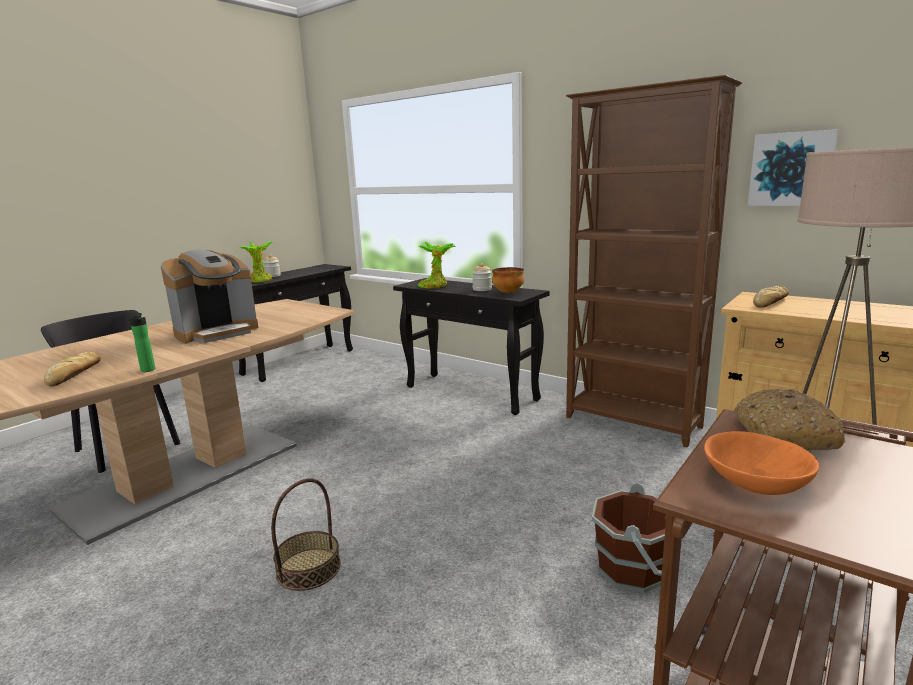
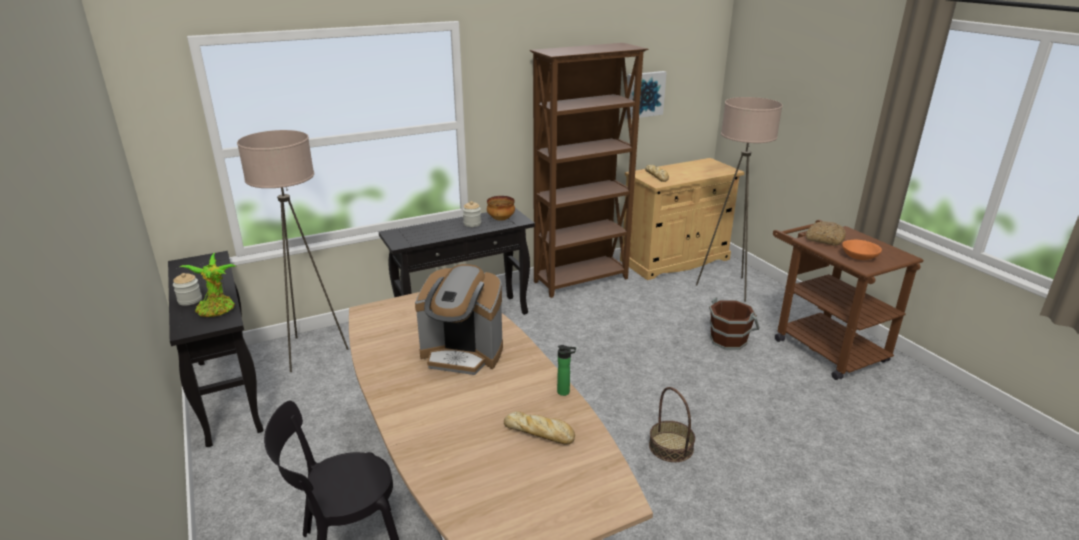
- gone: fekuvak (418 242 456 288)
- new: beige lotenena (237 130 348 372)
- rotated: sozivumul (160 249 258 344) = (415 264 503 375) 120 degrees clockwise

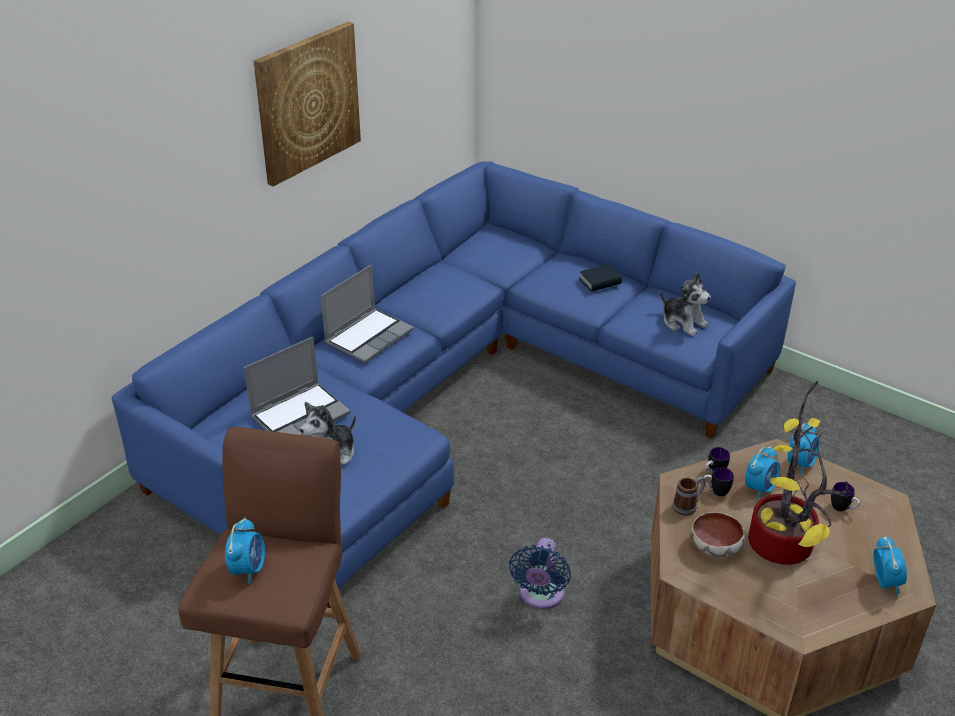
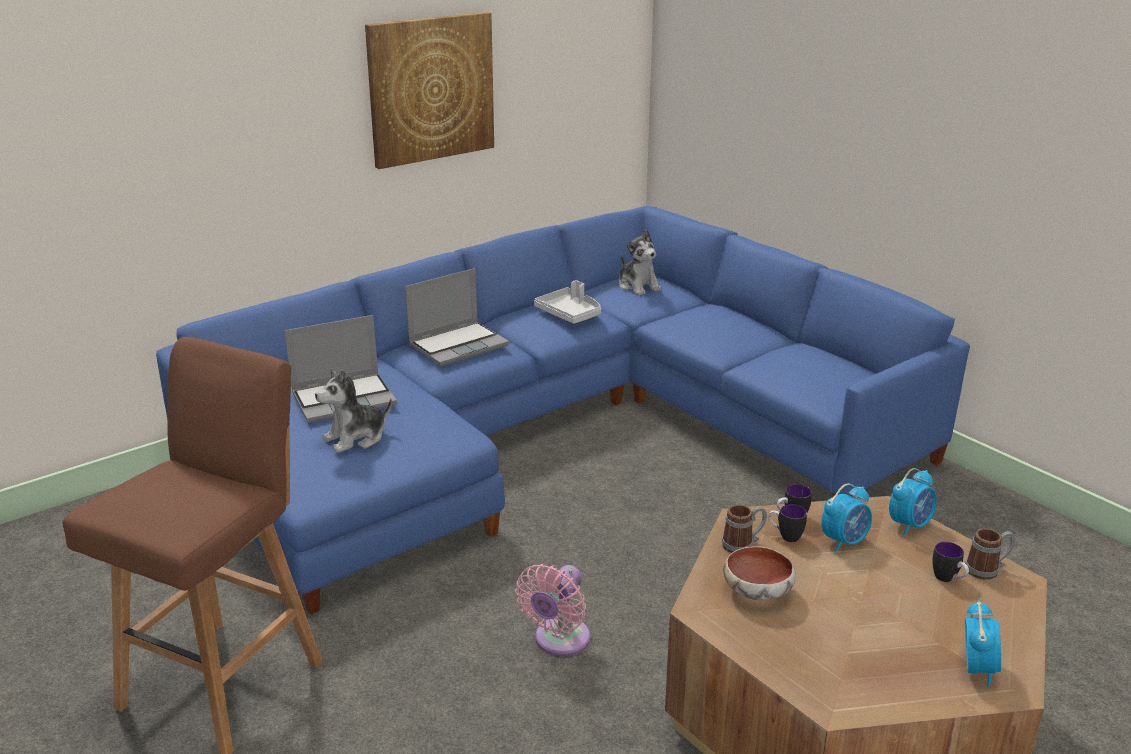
- gone: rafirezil (225 517 265 584)
- gone: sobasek (579 264 622 292)
- gone: fekuvak (748 381 849 565)
- new: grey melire (534 280 601 324)
- new: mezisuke (965 528 1016 580)
- shifted: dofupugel (660 273 711 336) to (619 230 661 295)
- repainted: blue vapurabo (509 538 571 609) to pink vapurabo (515 564 591 656)

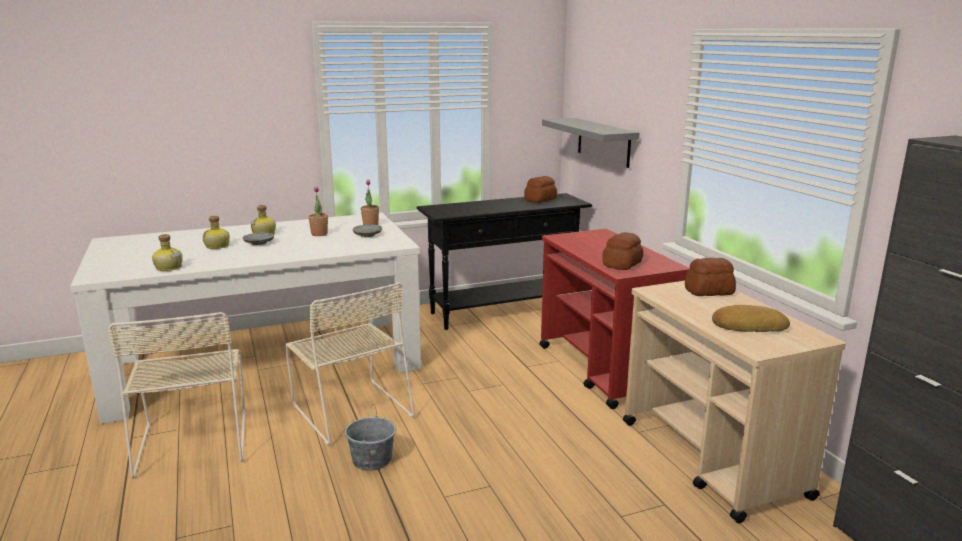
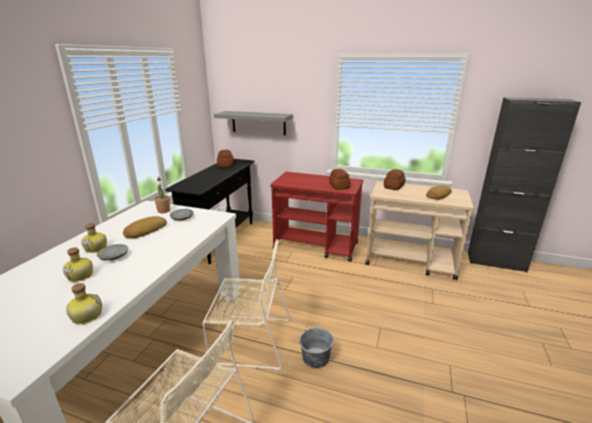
- swapped: fekuvak (308 186 328 236) to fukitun (123 216 167 238)

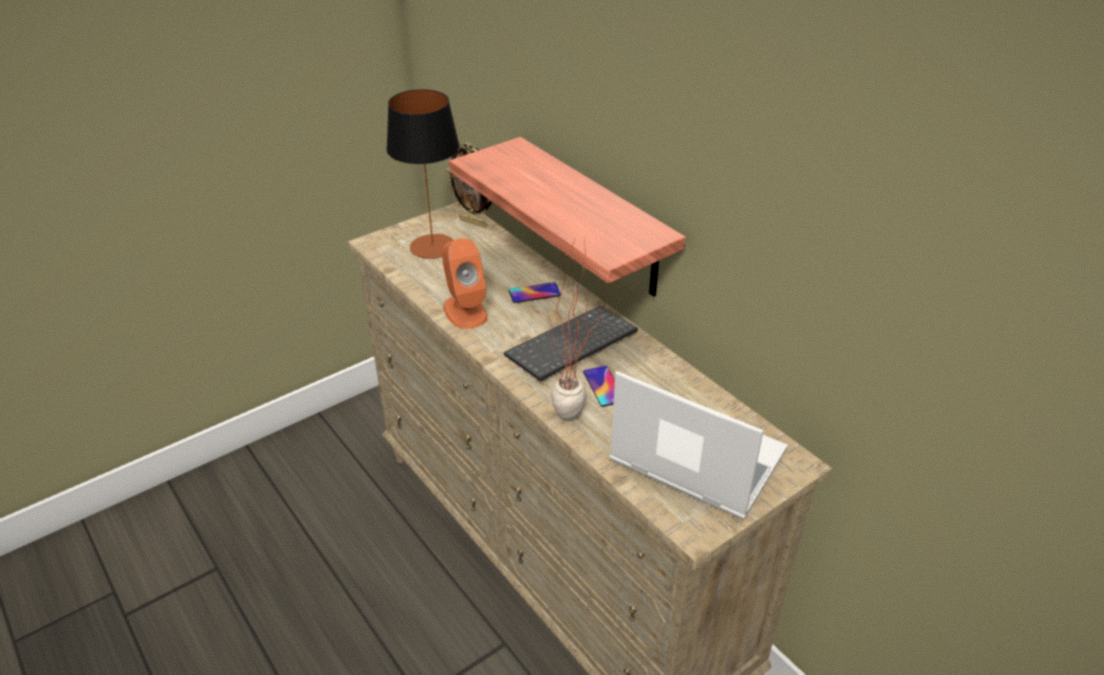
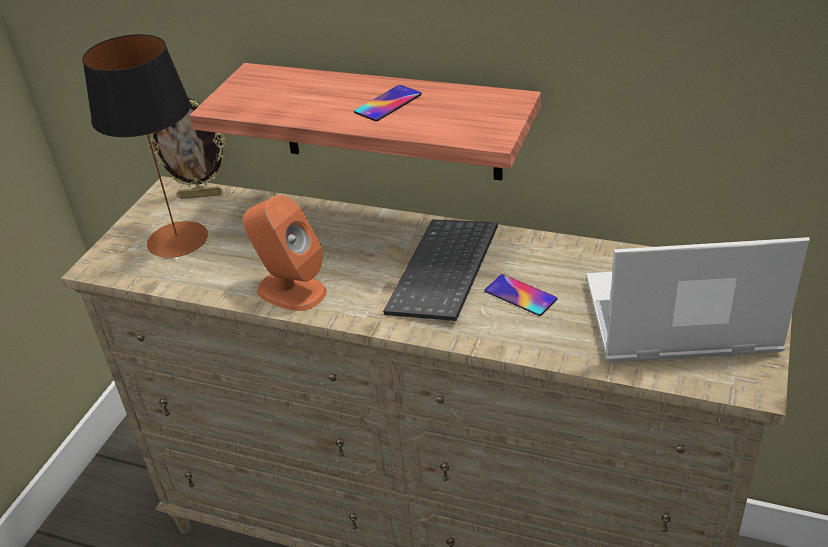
- gone: fekuvak (548 239 614 421)
- shifted: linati (509 282 561 303) to (354 85 422 121)

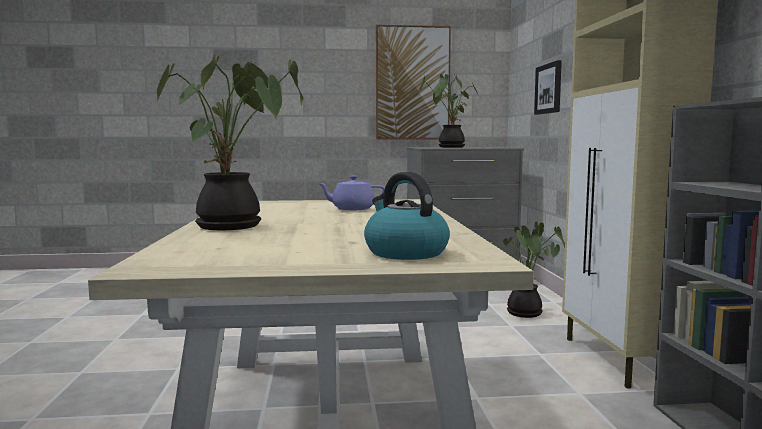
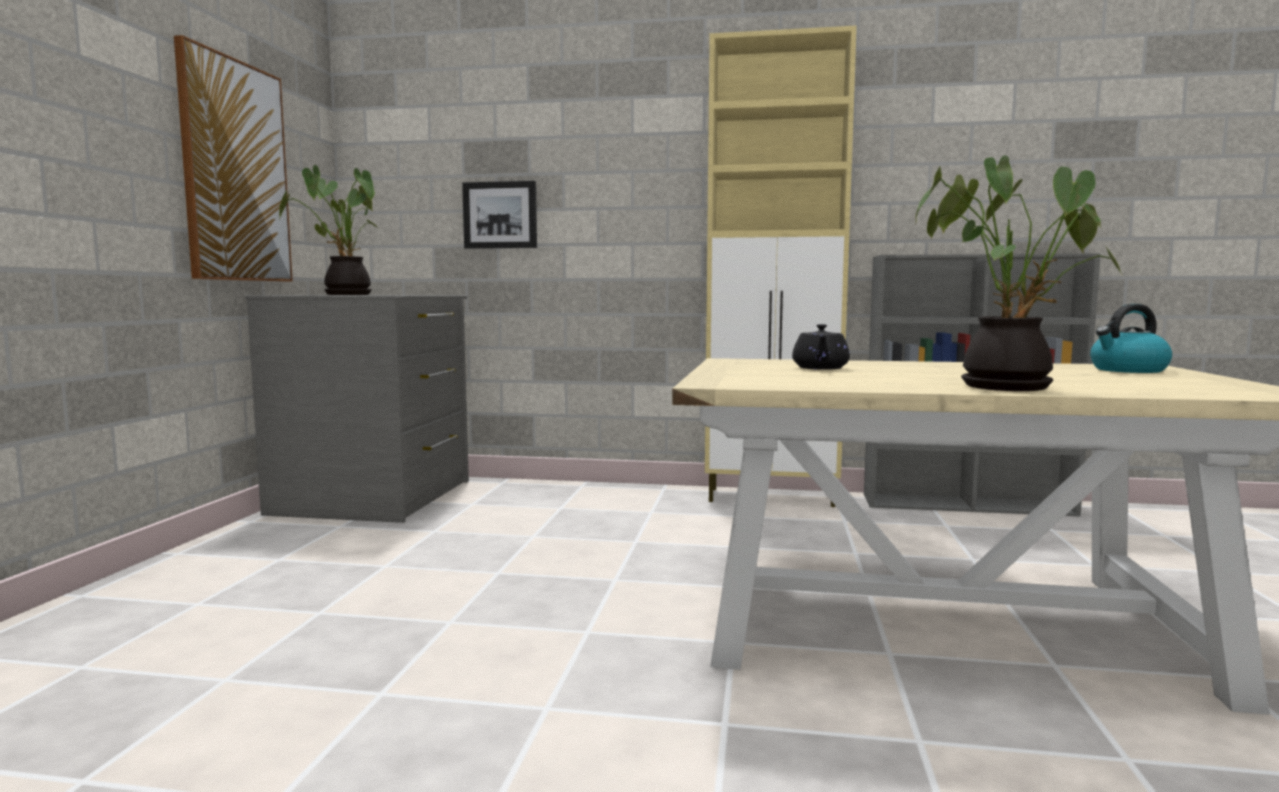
- gone: fekuvak (485 222 565 318)
- repainted: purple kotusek (317 176 385 210) to black kotusek (792 324 850 370)

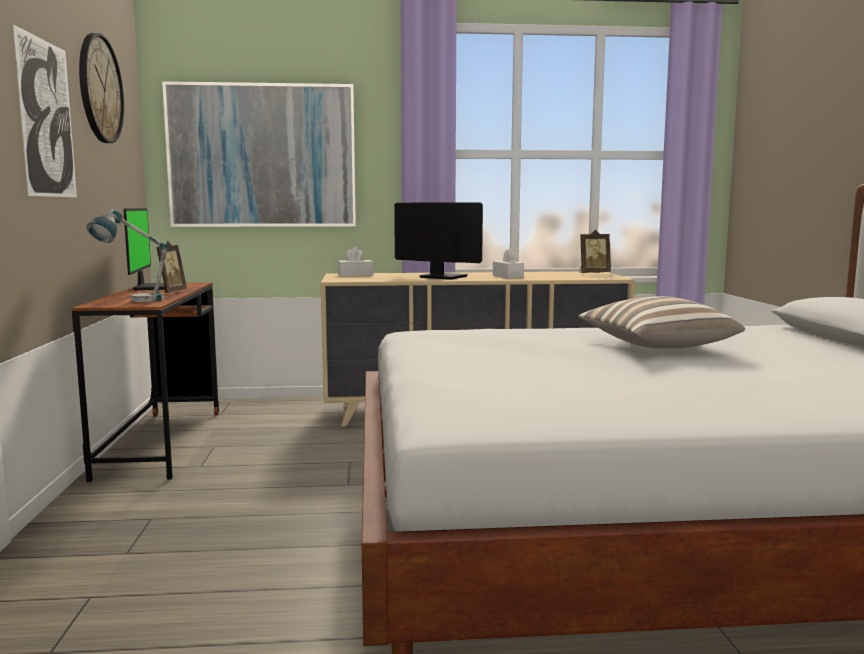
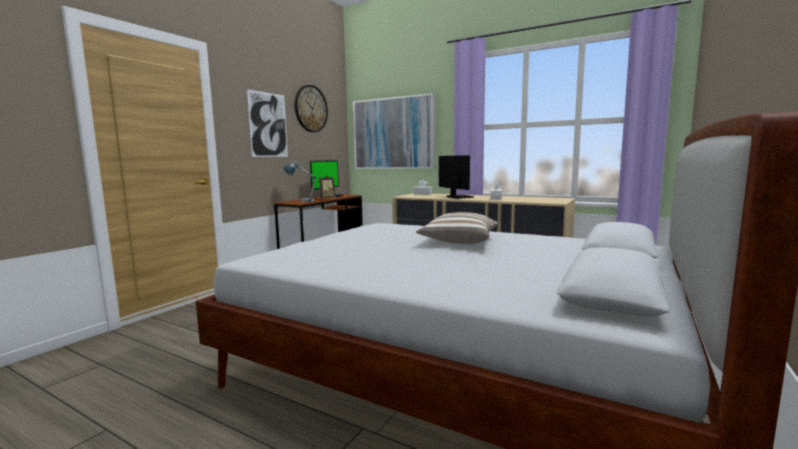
- gone: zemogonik (580 230 611 273)

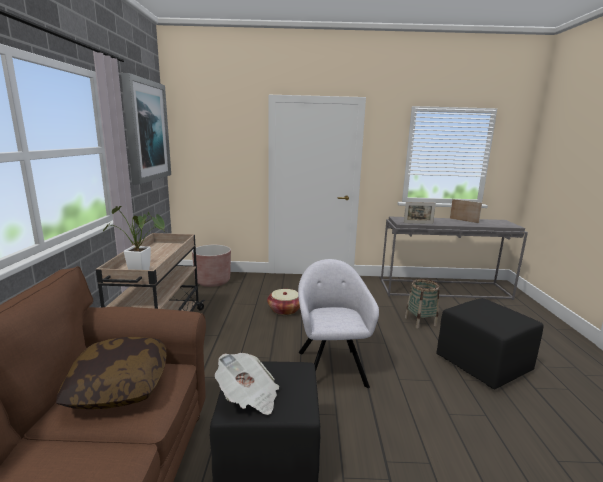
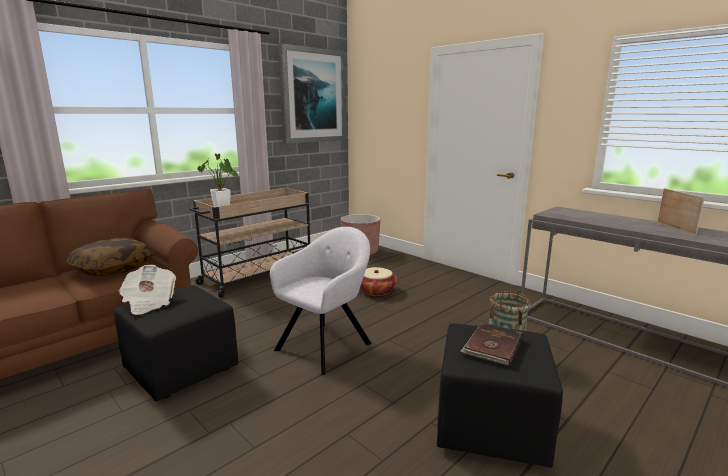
- gone: zemogonik (404 202 436 224)
- new: brown sobasek (460 323 523 367)

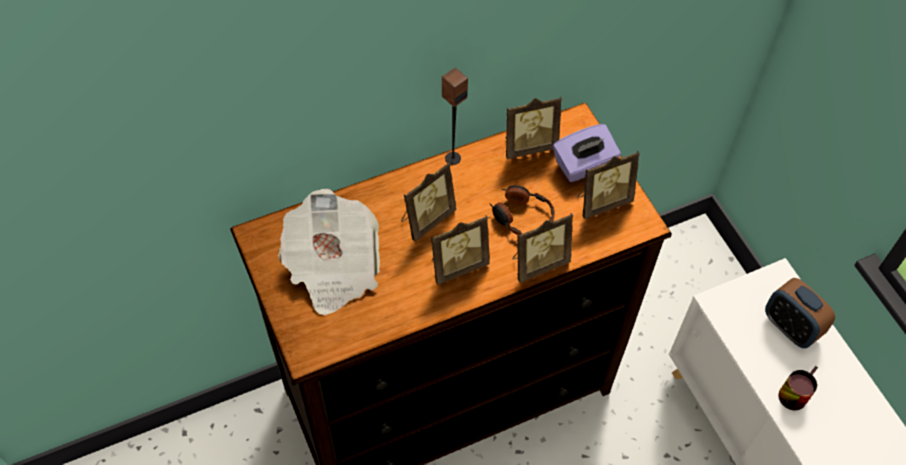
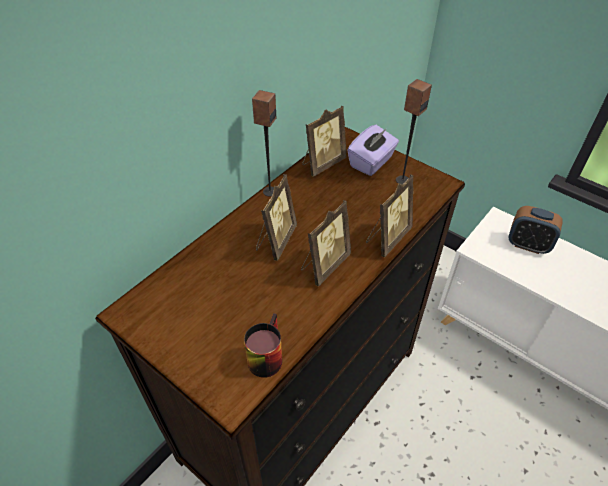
- gone: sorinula (278 189 380 315)
- gone: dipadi (489 185 555 235)
- shifted: mezisuke (778 366 818 410) to (244 313 282 378)
- swapped: zemogonik (578 151 640 219) to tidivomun (396 79 432 184)

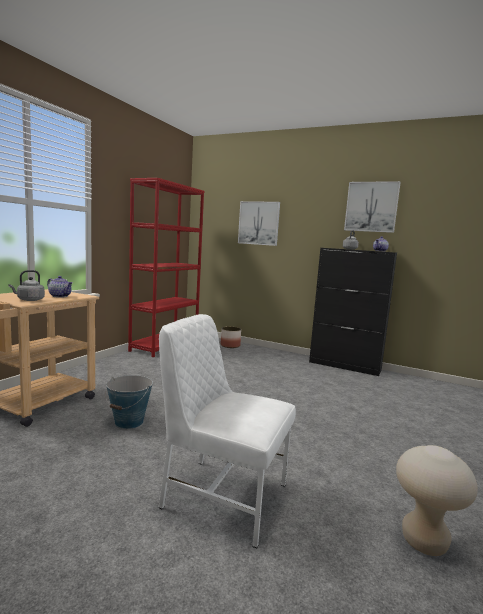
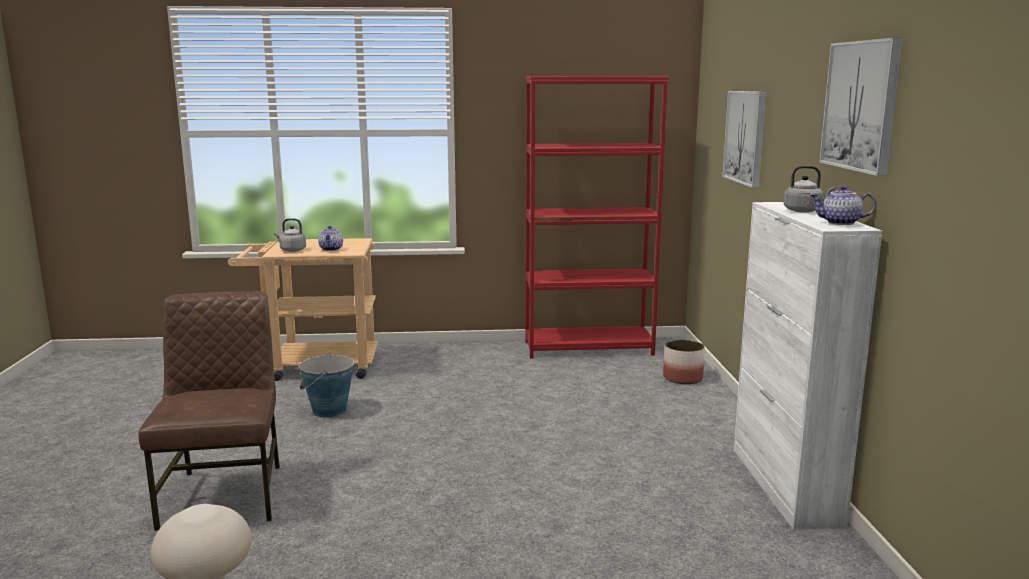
- repainted: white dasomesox (158 314 296 548) to brown dasomesox (138 291 280 531)
- repainted: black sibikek (309 248 397 376) to white sibikek (734 202 883 530)

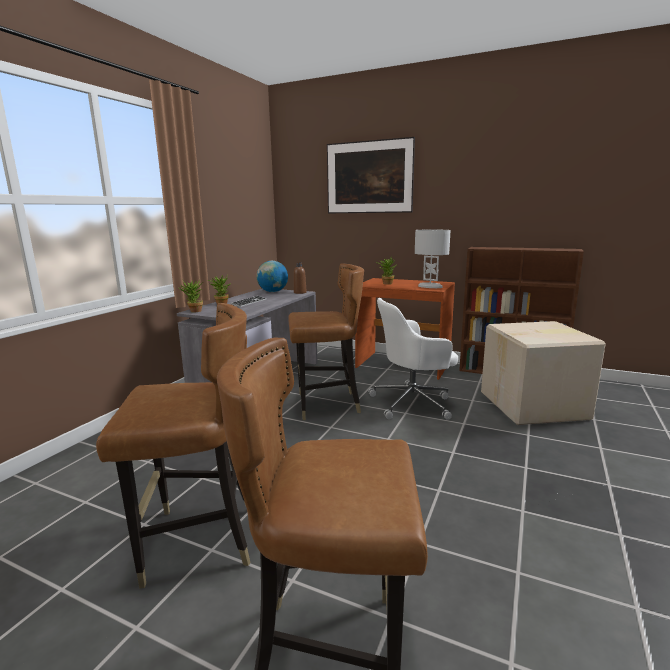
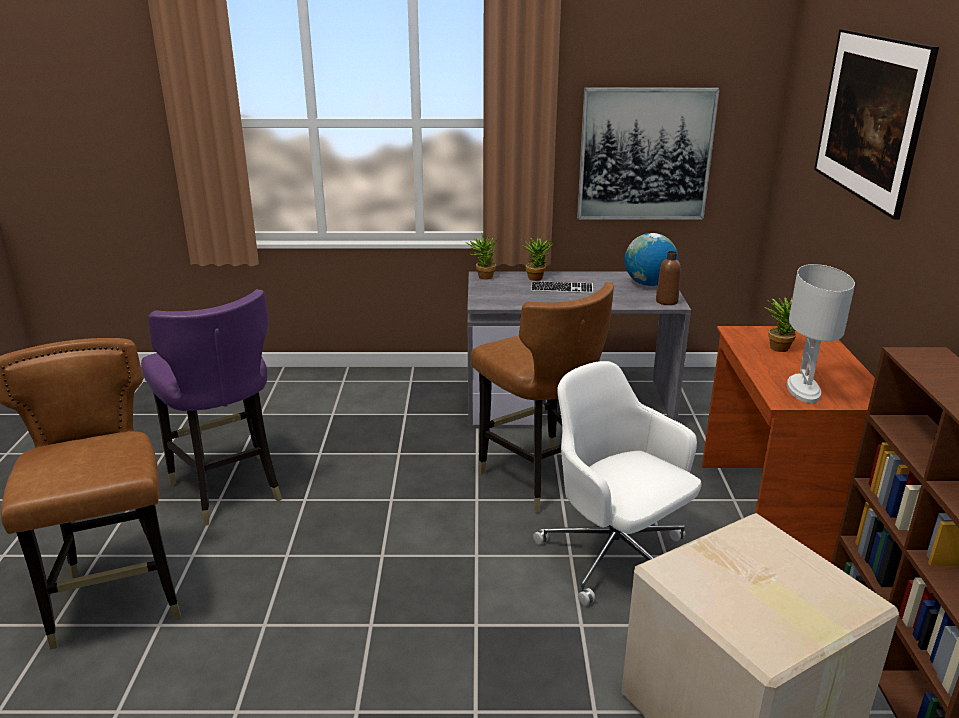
- new: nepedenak (577 87 720 220)
- repainted: brown dasomesox (96 303 251 589) to purple dasomesox (141 289 282 526)

